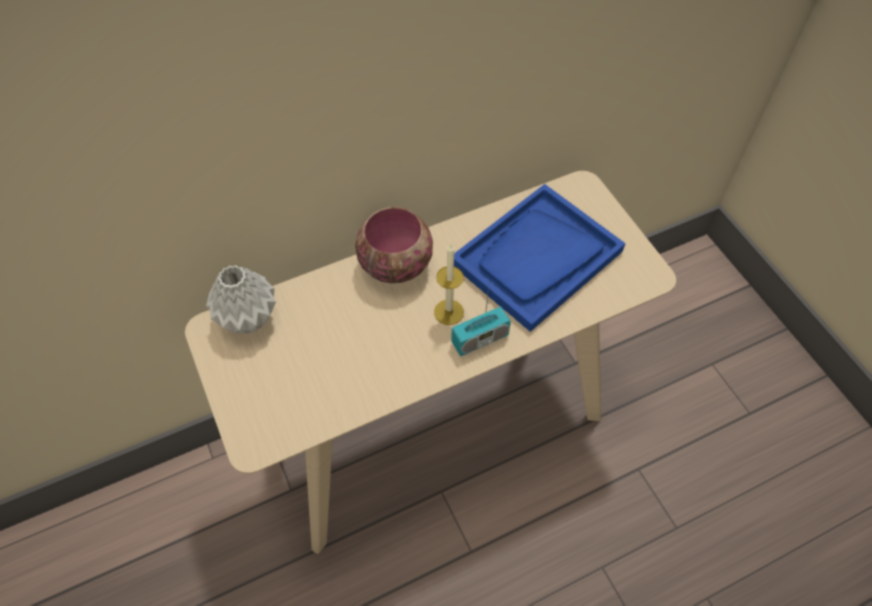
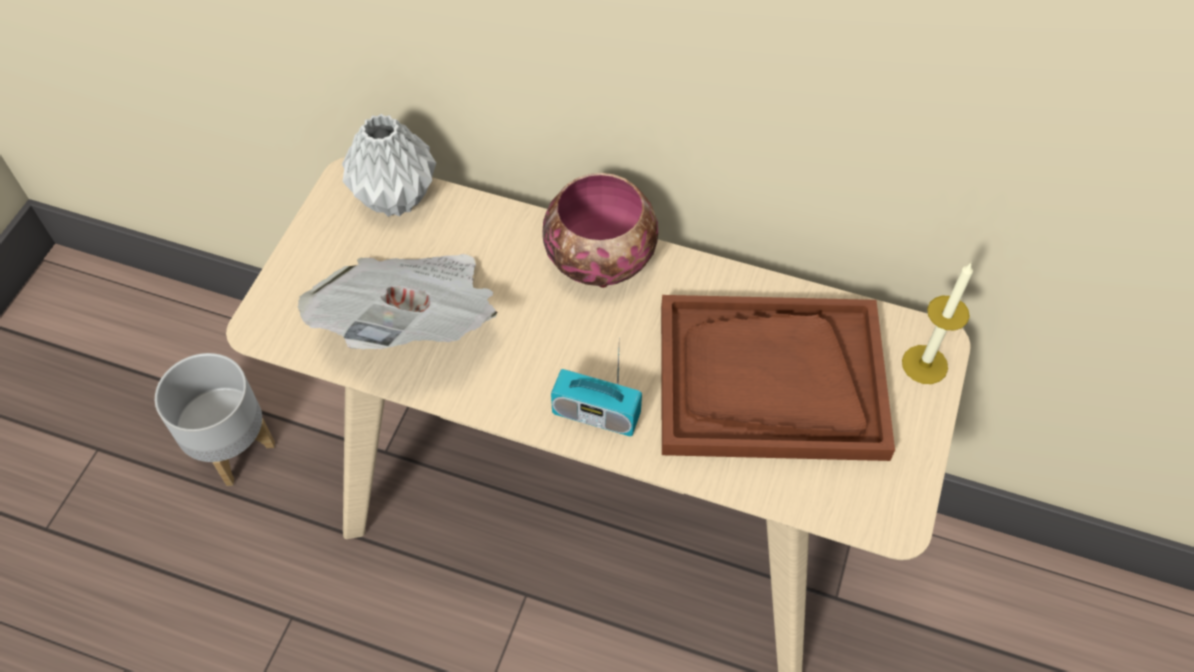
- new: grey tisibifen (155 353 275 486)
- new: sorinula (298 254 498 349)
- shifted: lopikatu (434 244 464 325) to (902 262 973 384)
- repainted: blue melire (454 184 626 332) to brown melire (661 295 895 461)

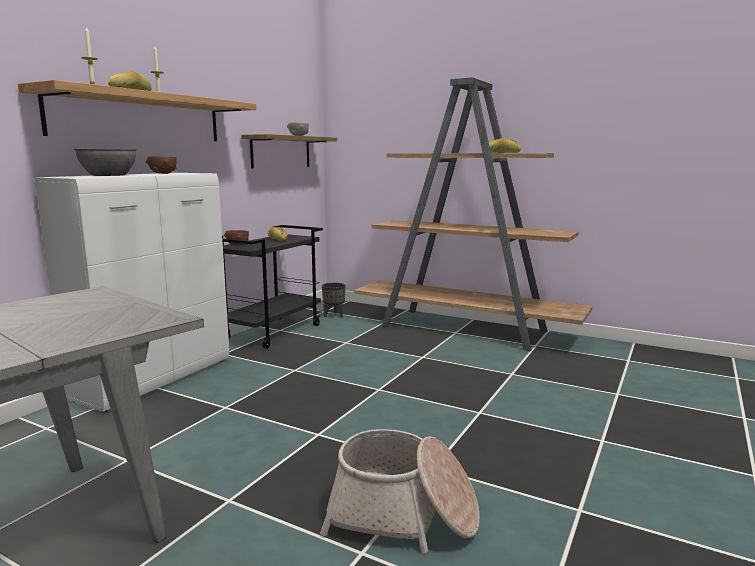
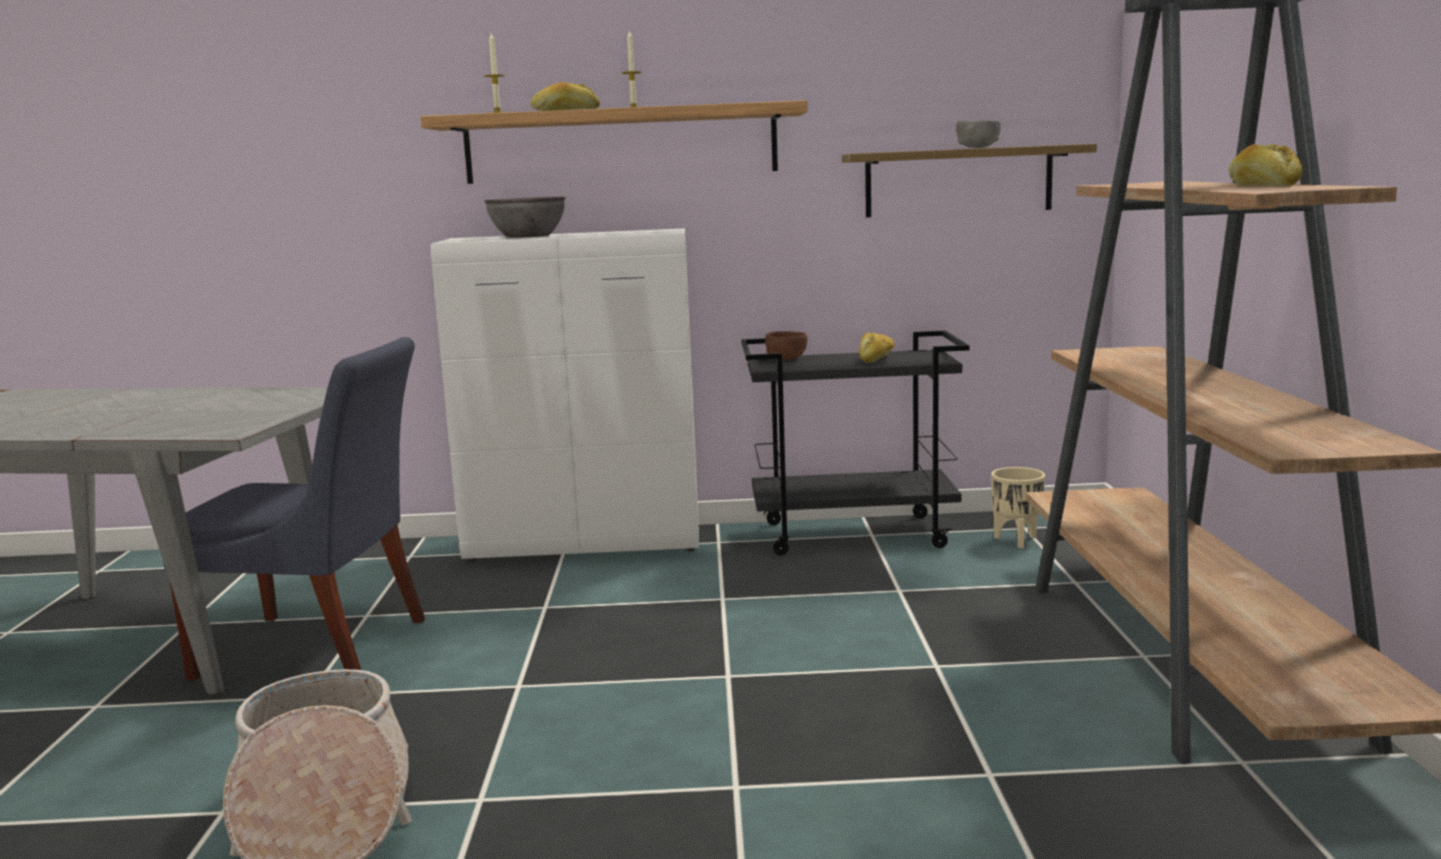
- gone: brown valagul (146 156 177 174)
- new: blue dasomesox (163 337 425 681)
- repainted: black tisibifen (322 283 346 318) to beige tisibifen (991 467 1045 548)

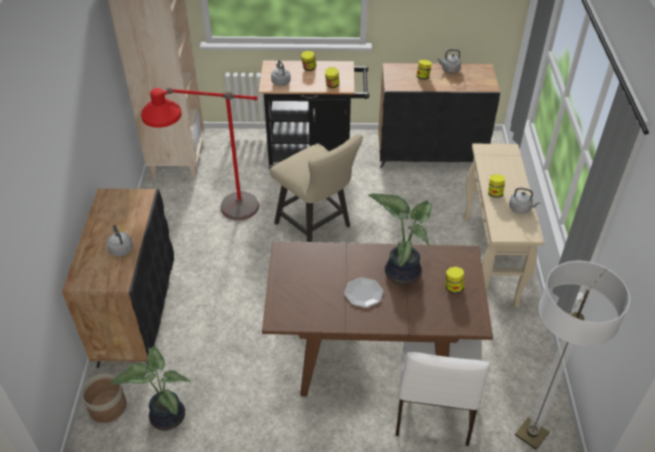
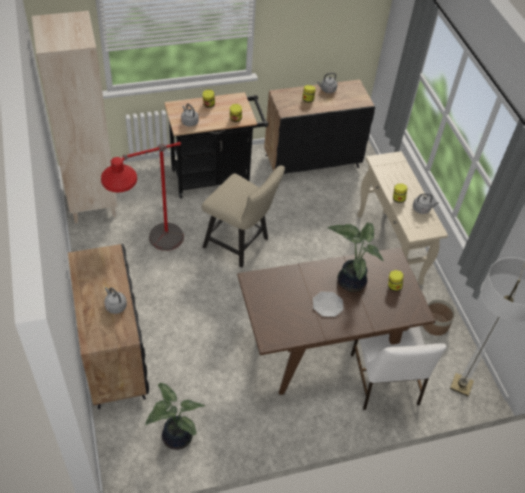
- shifted: tisibifen (82 374 127 423) to (422 299 455 336)

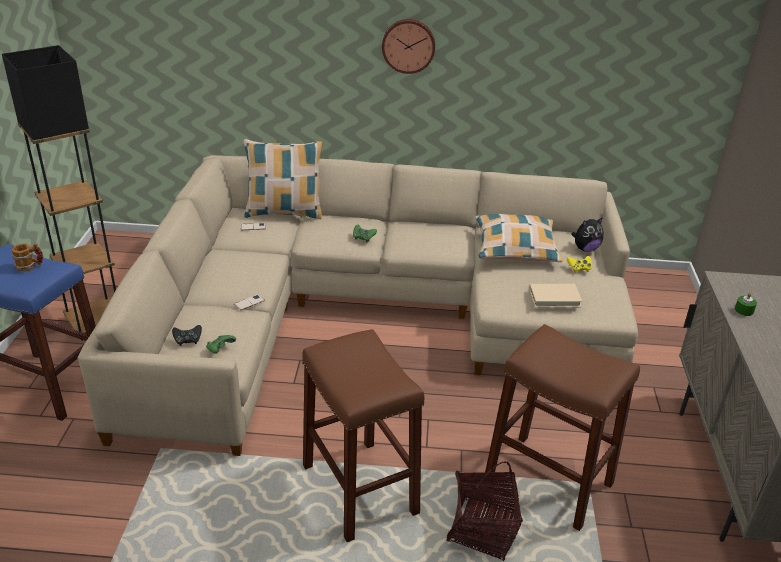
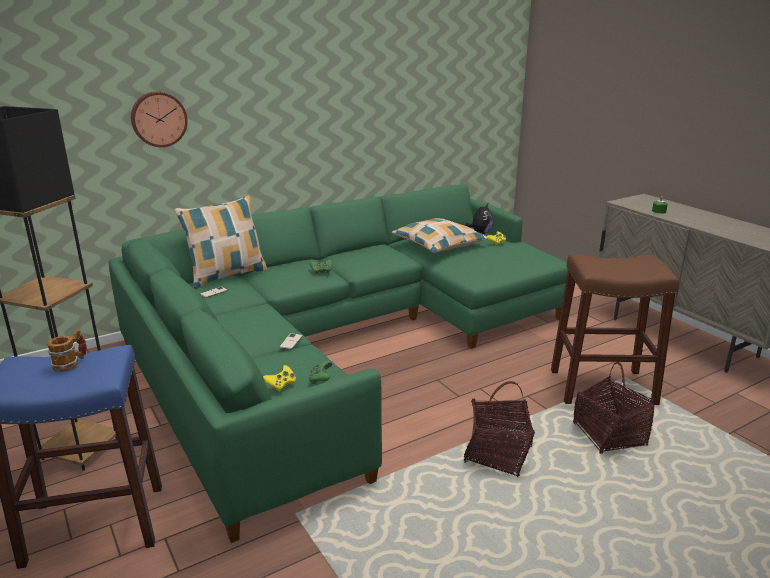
- gone: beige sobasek (529 284 582 307)
- shifted: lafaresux (382 19 435 74) to (131 92 188 147)
- swapped: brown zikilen (302 329 425 542) to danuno (464 381 535 477)
- repainted: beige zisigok (78 155 638 456) to green zisigok (109 184 568 543)
- repainted: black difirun (172 325 202 346) to yellow difirun (263 365 296 392)

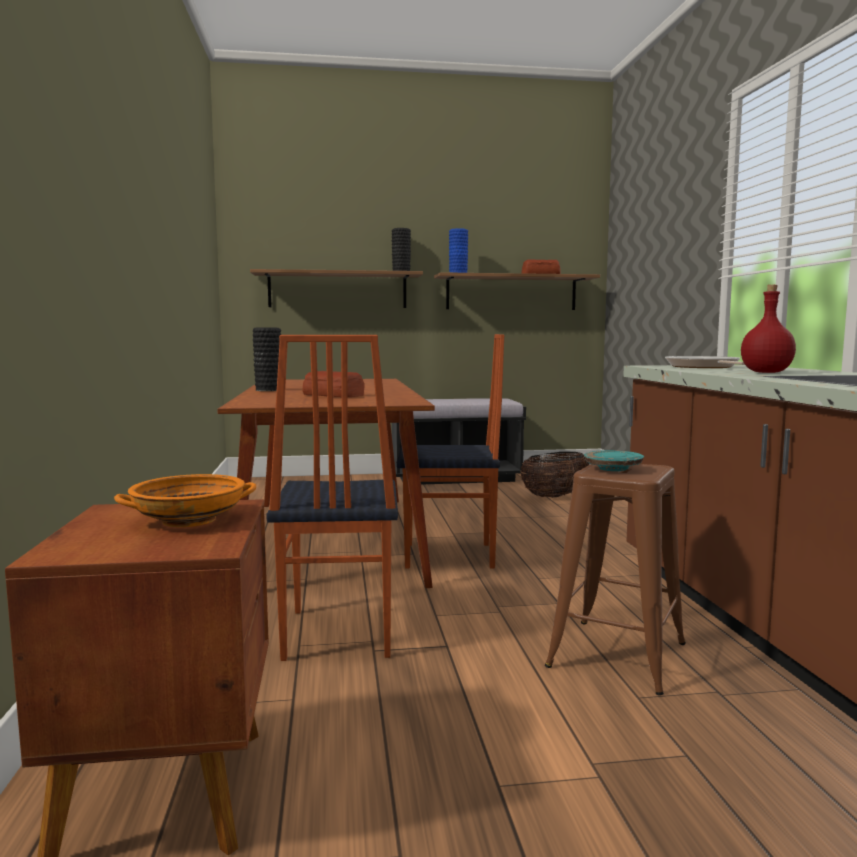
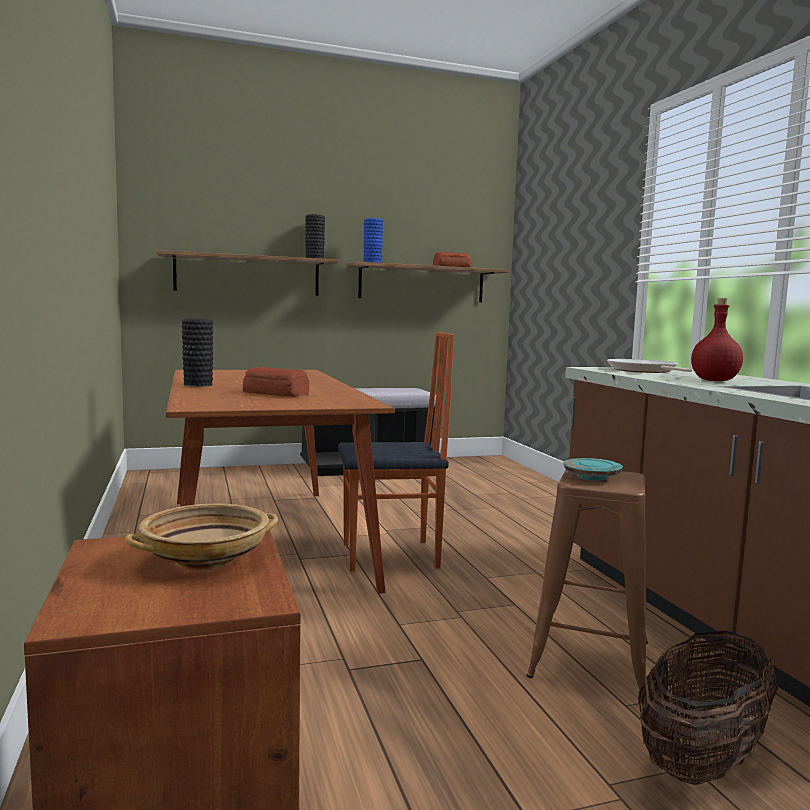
- gone: dasomesox (266 335 398 661)
- shifted: danuno (520 452 590 497) to (638 631 778 785)
- repainted: orange valagul (114 474 256 527) to beige valagul (125 504 278 571)

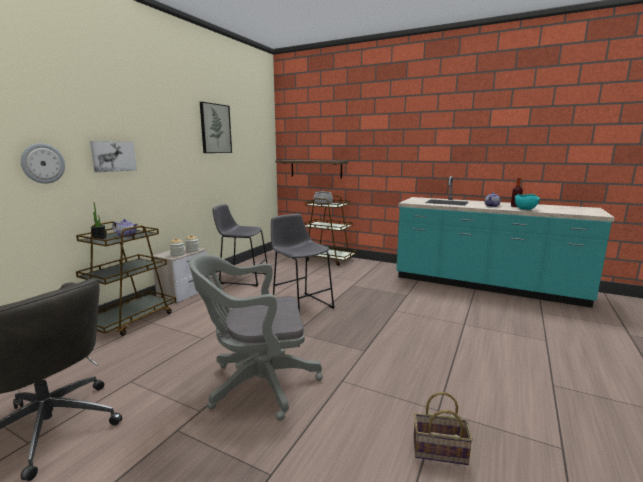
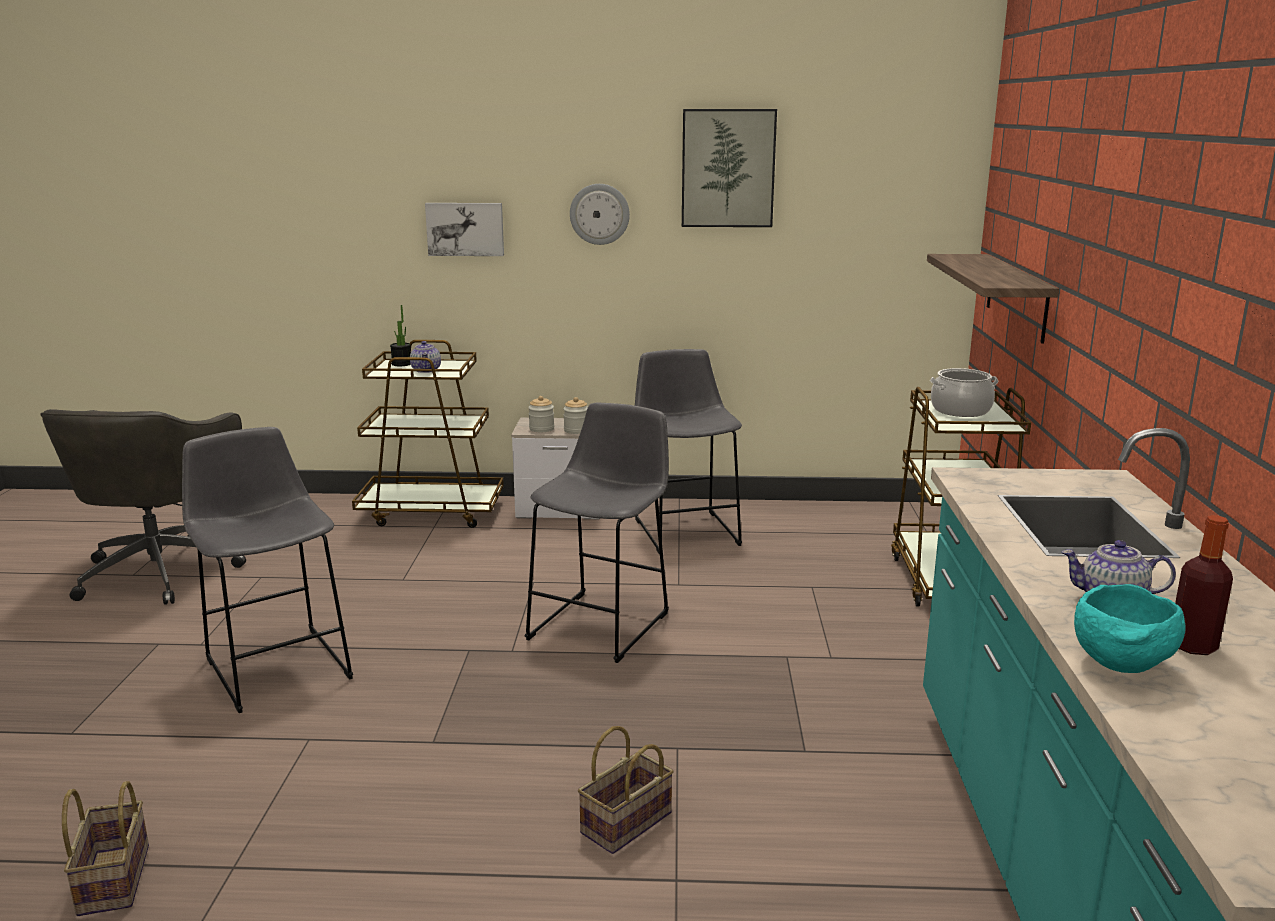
- new: danuno (578 726 673 854)
- shifted: lafaresux (21 143 65 184) to (570 184 630 245)
- swapped: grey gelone (189 254 323 421) to grey zikilen (182 427 353 713)

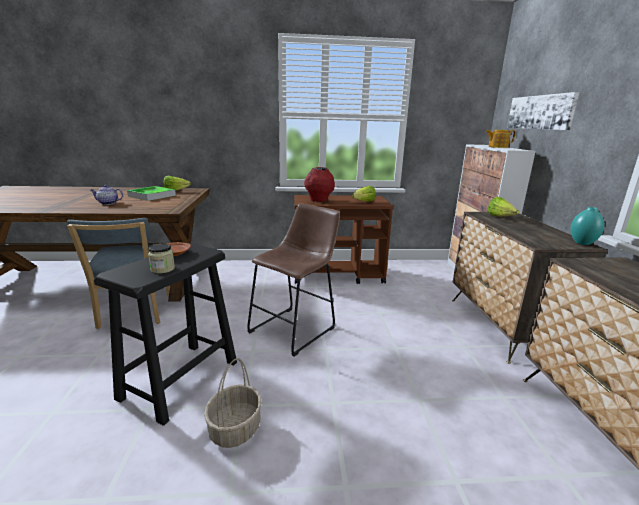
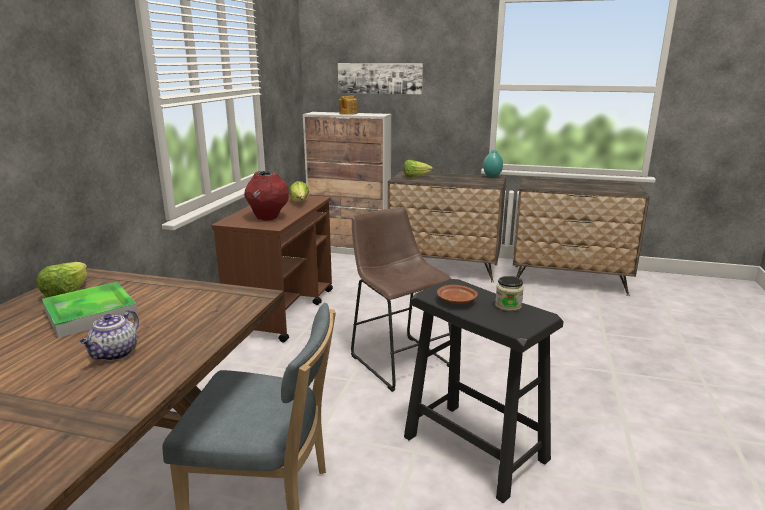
- gone: danuno (204 358 262 448)

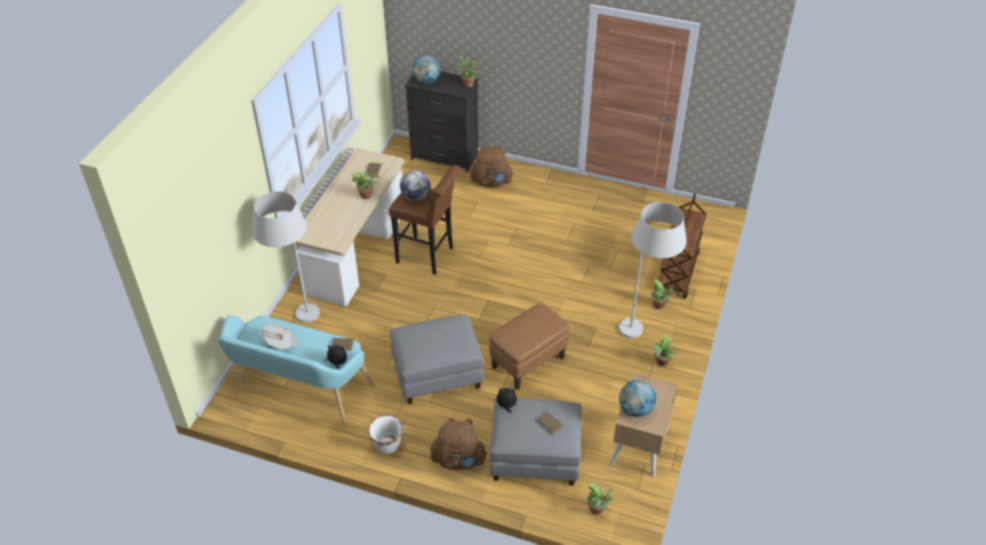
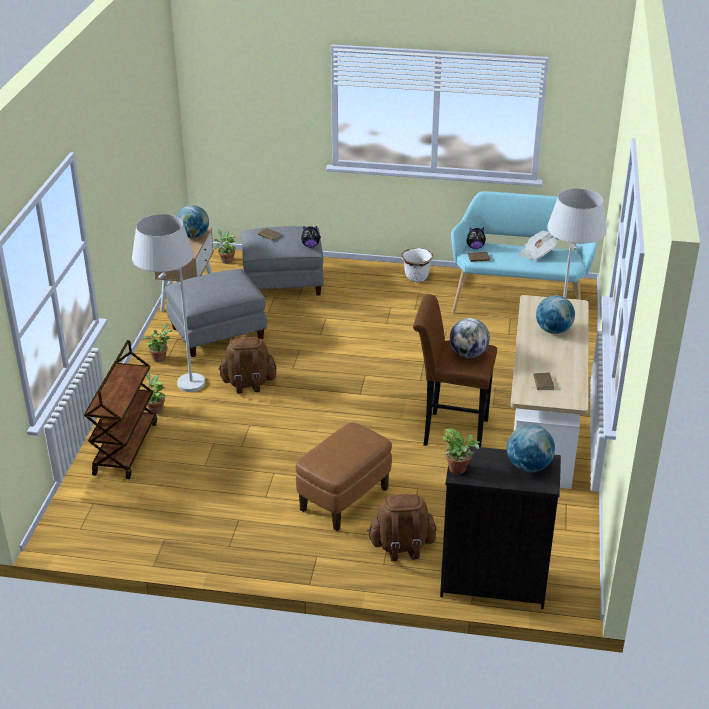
- gone: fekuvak (352 172 380 199)
- new: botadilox (536 295 575 334)
- shifted: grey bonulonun (390 314 484 404) to (165 269 267 357)
- shifted: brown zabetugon (430 418 487 471) to (218 337 276 394)
- shifted: brown bonulonun (489 303 569 390) to (296 422 392 531)

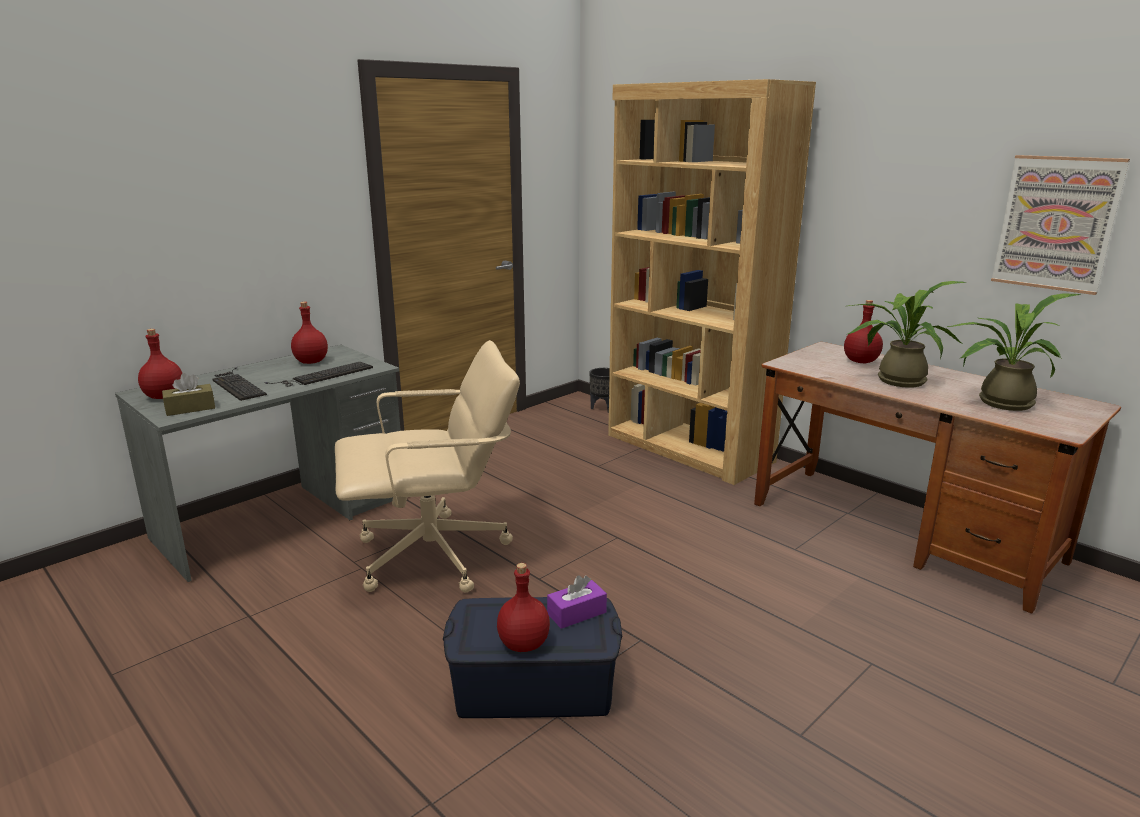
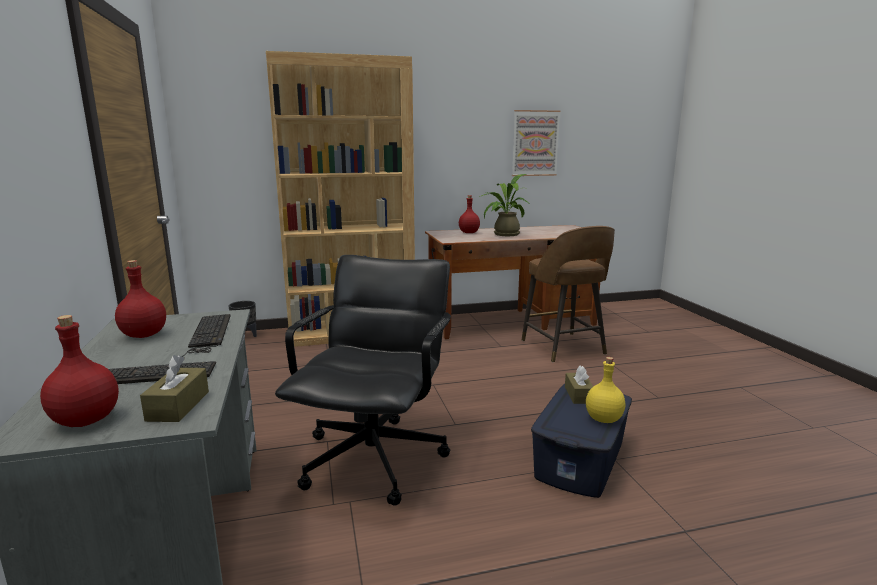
- gone: fekuvak (947 293 1080 411)
- new: brown zikilen (522 226 615 362)
- repainted: beige gelone (335 340 520 593) to black gelone (275 255 451 505)
- repainted: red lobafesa (497 563 550 652) to yellow lobafesa (586 357 625 423)
- repainted: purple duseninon (547 575 607 629) to brown duseninon (565 366 593 404)

